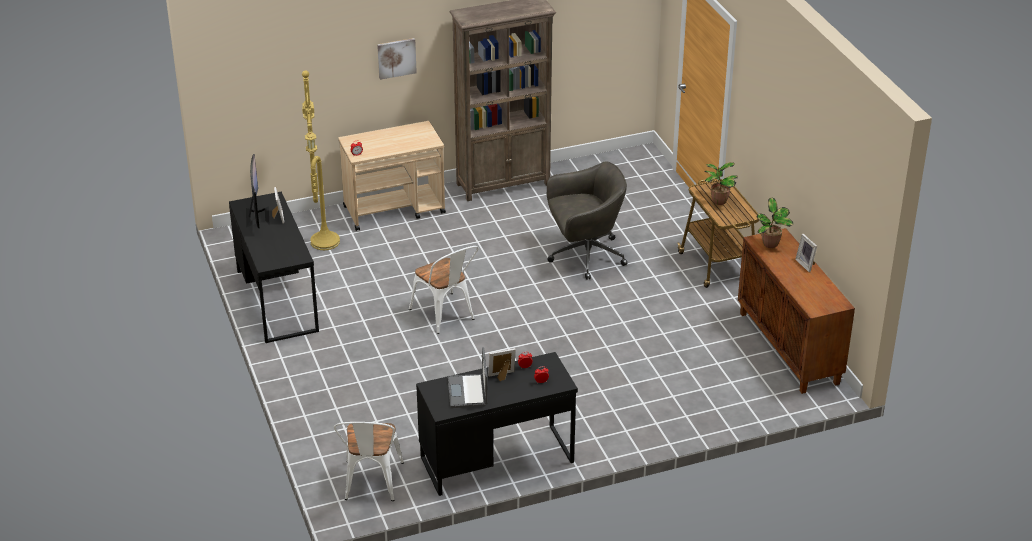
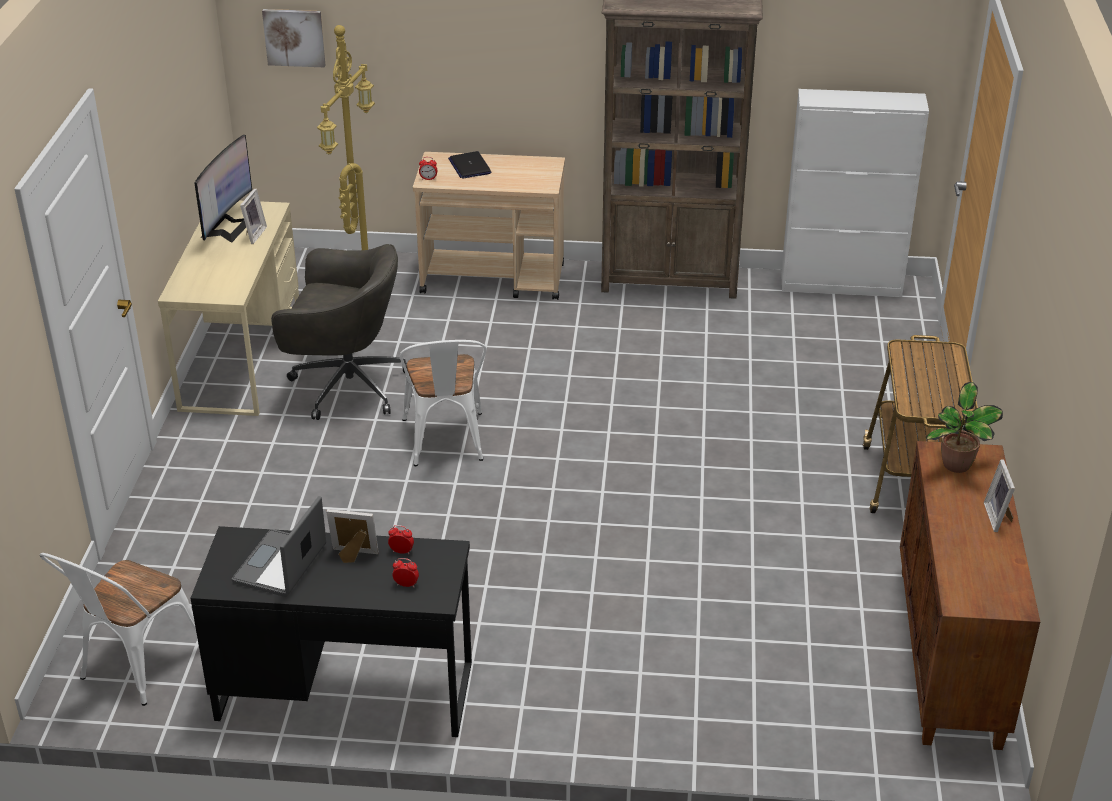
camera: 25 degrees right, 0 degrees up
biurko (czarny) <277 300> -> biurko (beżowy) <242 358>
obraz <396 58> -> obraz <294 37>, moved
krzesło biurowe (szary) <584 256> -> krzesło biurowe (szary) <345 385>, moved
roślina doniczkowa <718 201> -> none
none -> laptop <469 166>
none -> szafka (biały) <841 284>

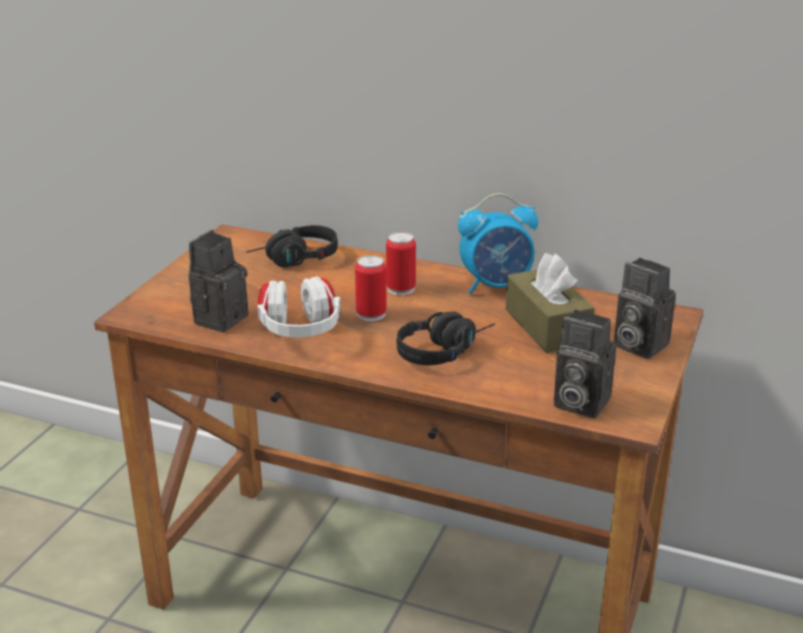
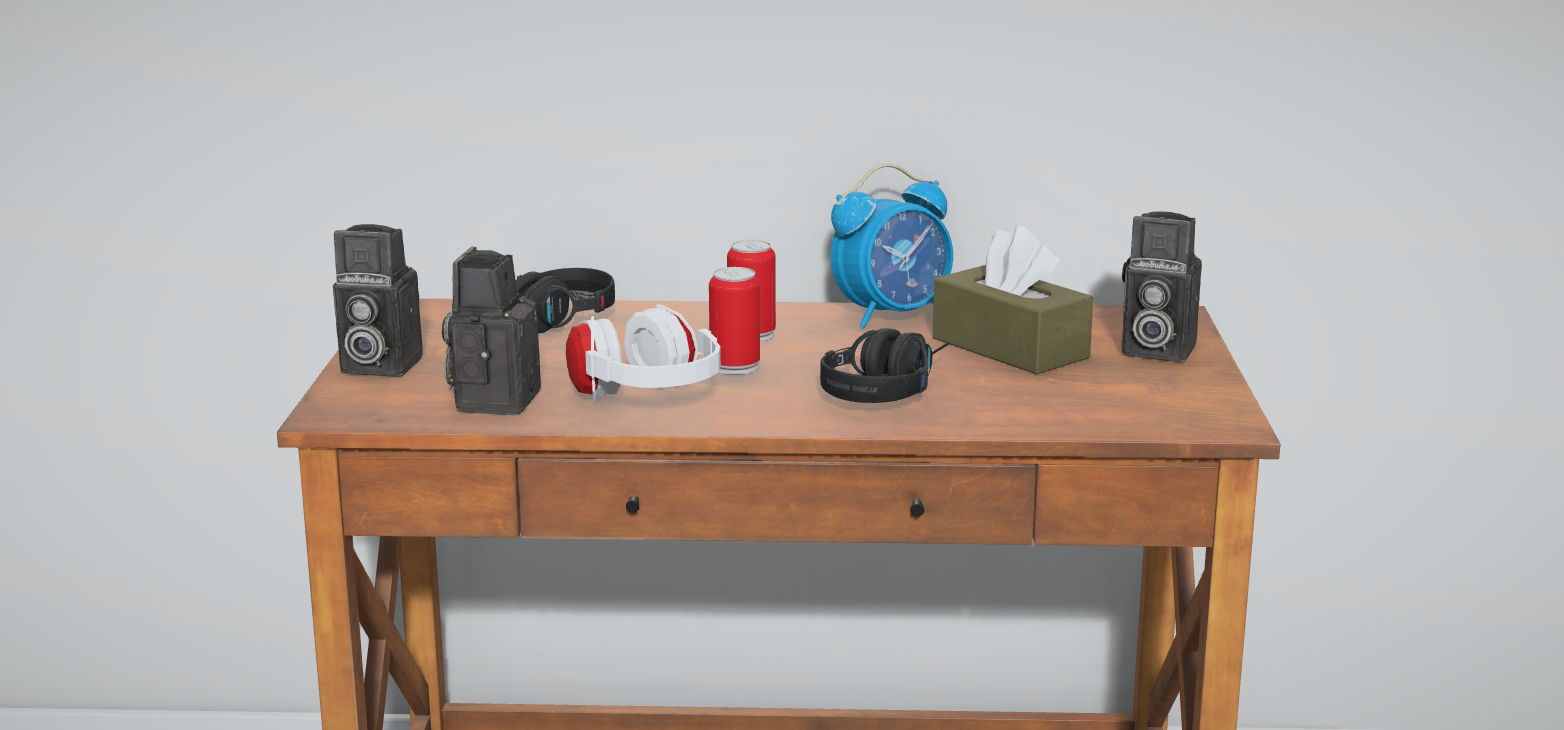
camera: 20 degrees left, 10 degrees down
aparat fotograficzny <577 403> -> aparat fotograficzny <375 366>, moved

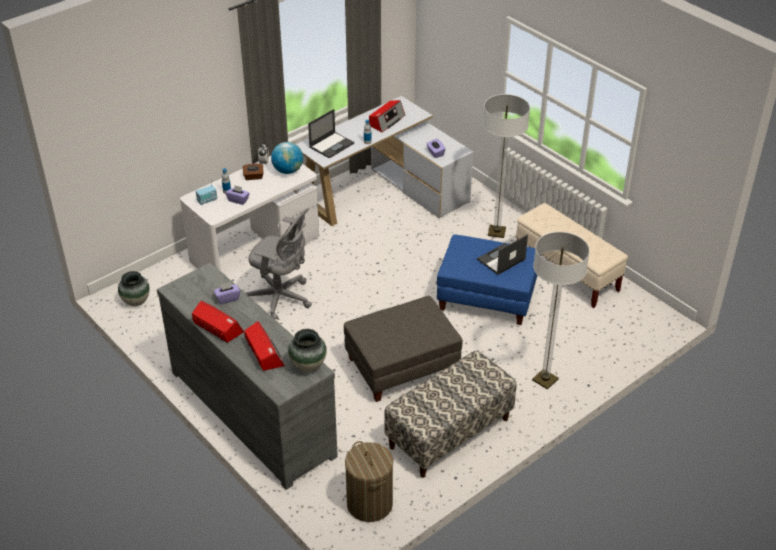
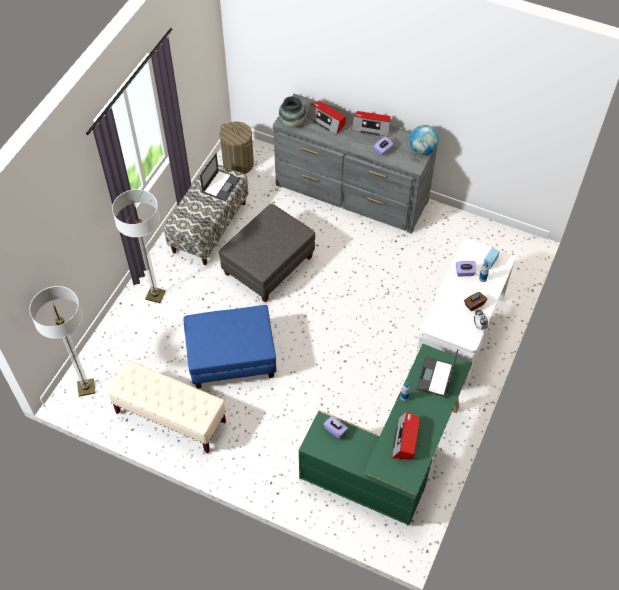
camera: 155 degrees right, 15 degrees up
wazon <136 301> -> none
krzesło biurowe (szary) <281 298> -> none
globus <288 170> -> globus <422 150>, moved
biurko (biały) <385 192> -> biurko (zielony) <391 458>
laptop <500 259> -> laptop <221 185>, moved
lampa stojąca <496 232> -> lampa stojąca <86 388>, moved

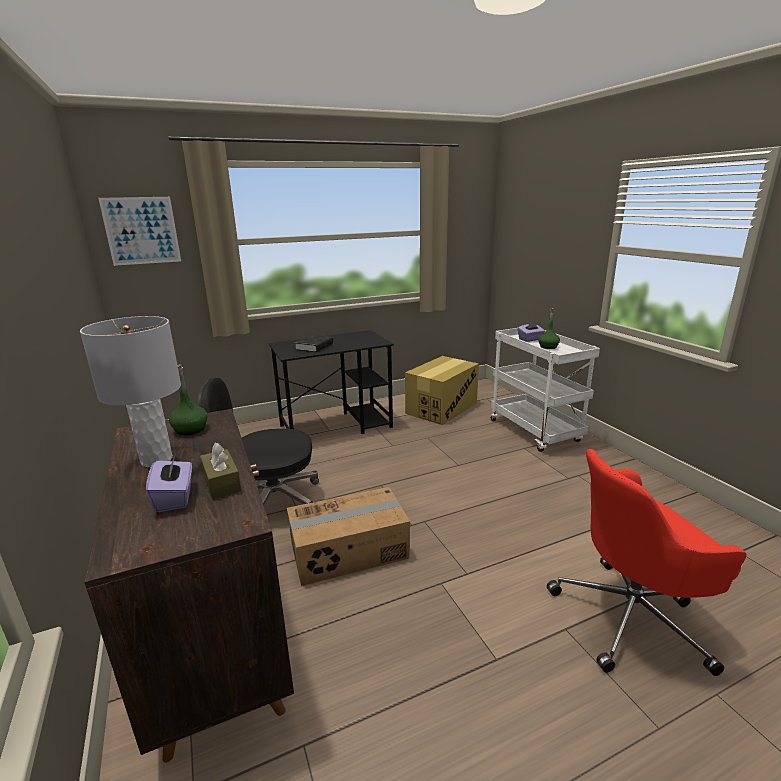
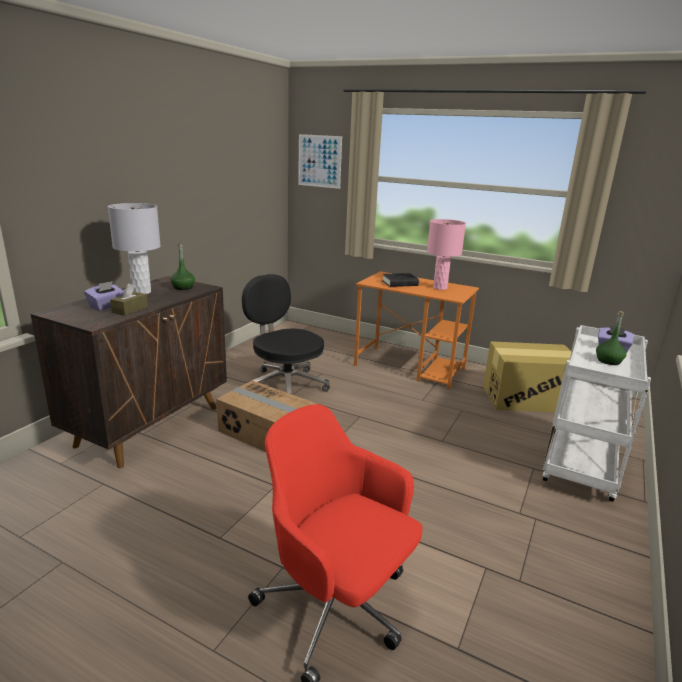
camera: 50 degrees right, 0 degrees up
biurko (czarny) <337 426> -> biurko (pomarańczowy) <410 367>
none -> lampa stołowa (różowy) <440 288>

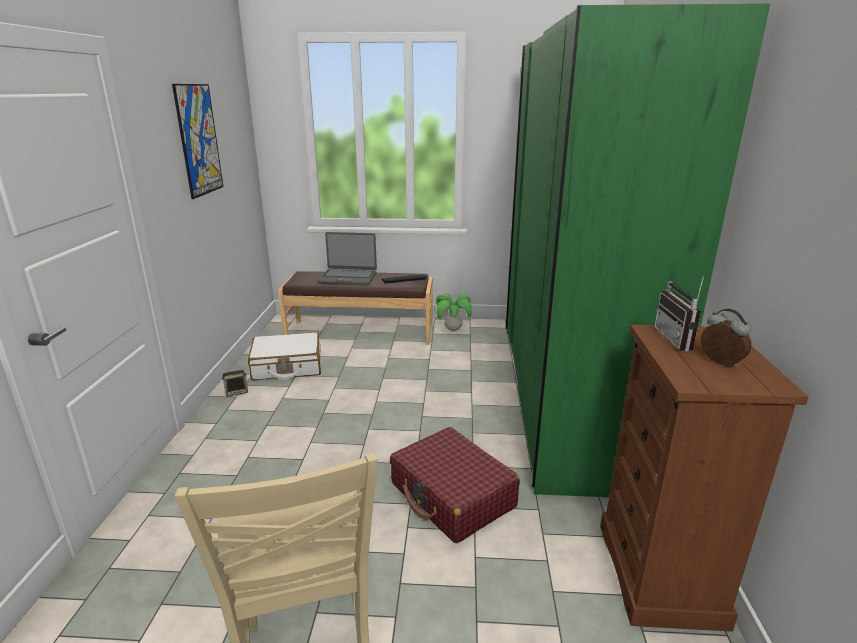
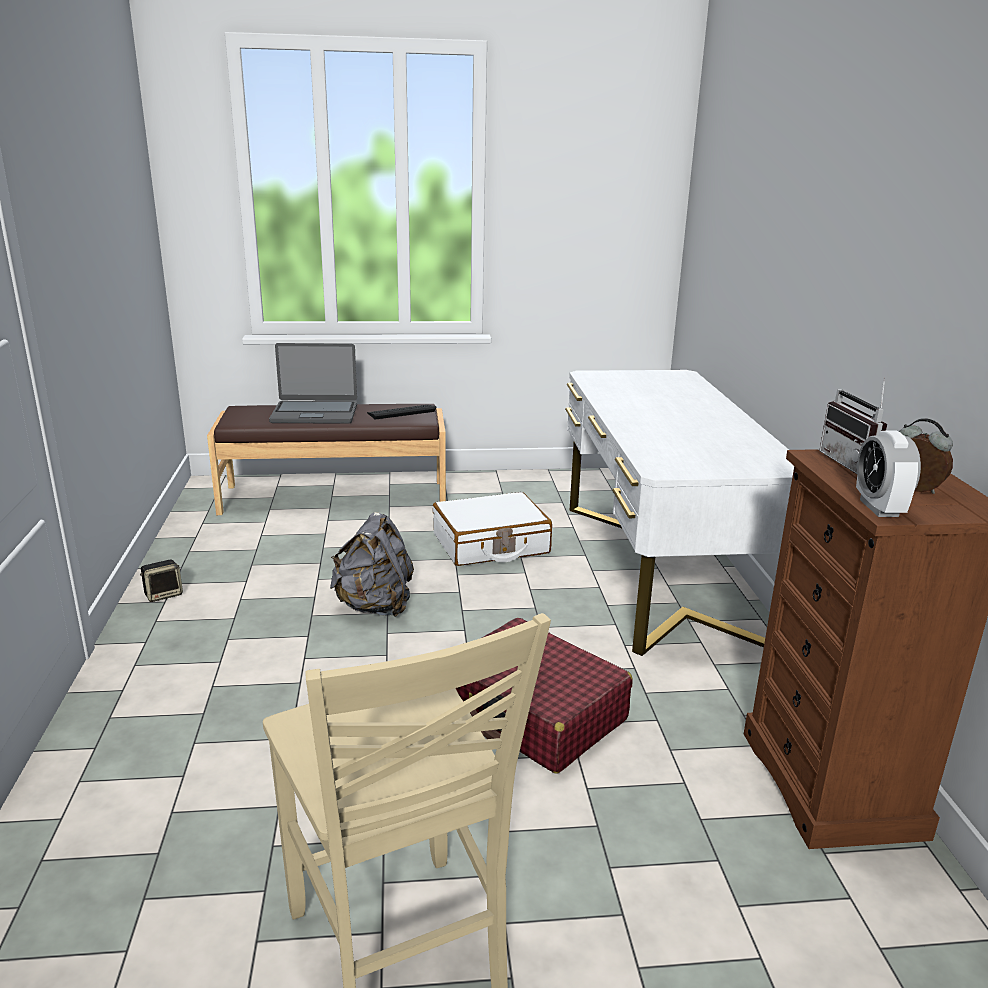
camera: 10 degrees left, 0 degrees up
obraz <199 140> -> none
walizka (biały) <287 366> -> walizka (biały) <490 544>, moved
roślina doniczkowa <453 329> -> none
szafa (zielony) <564 395> -> biurko (biały) <657 568>
none -> plecak (szary) <375 606>
none -> budzik <879 508>

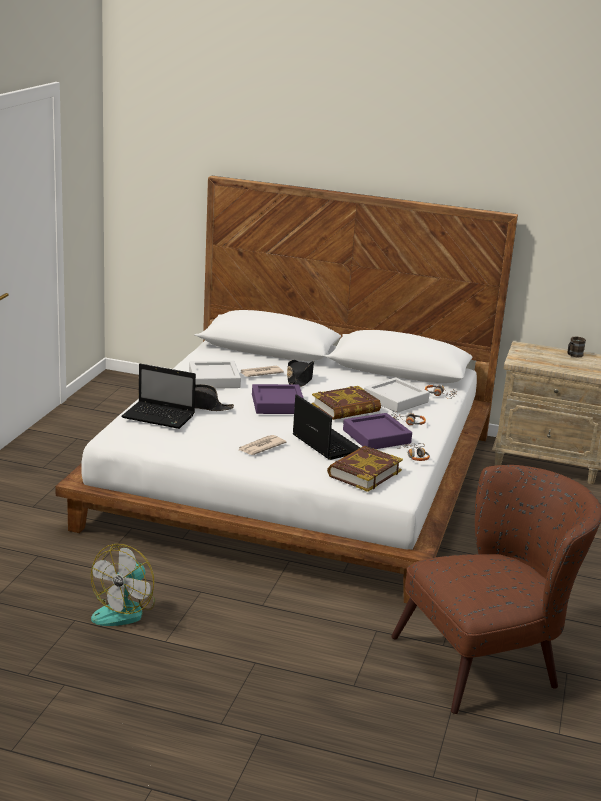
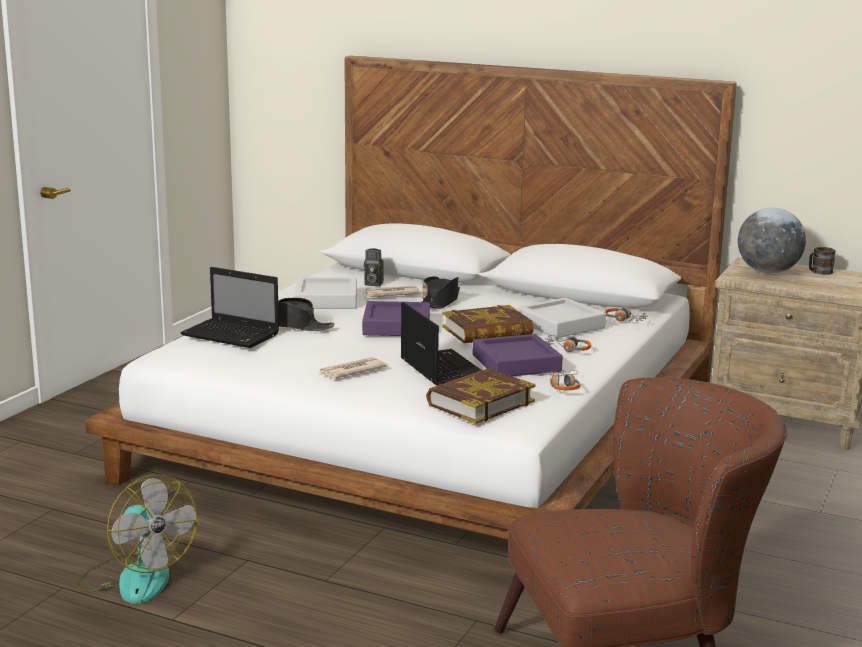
camera: 10 degrees right, 5 degrees down
wentylator <125 610> -> wentylator <135 578>, 75 degrees counterclockwise
none -> aparat fotograficzny <372 284>
none -> globus <768 272>

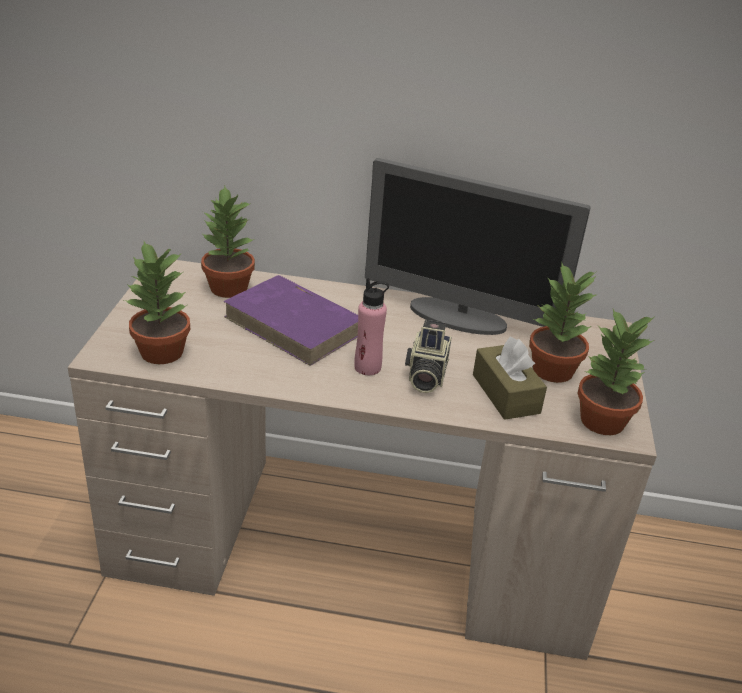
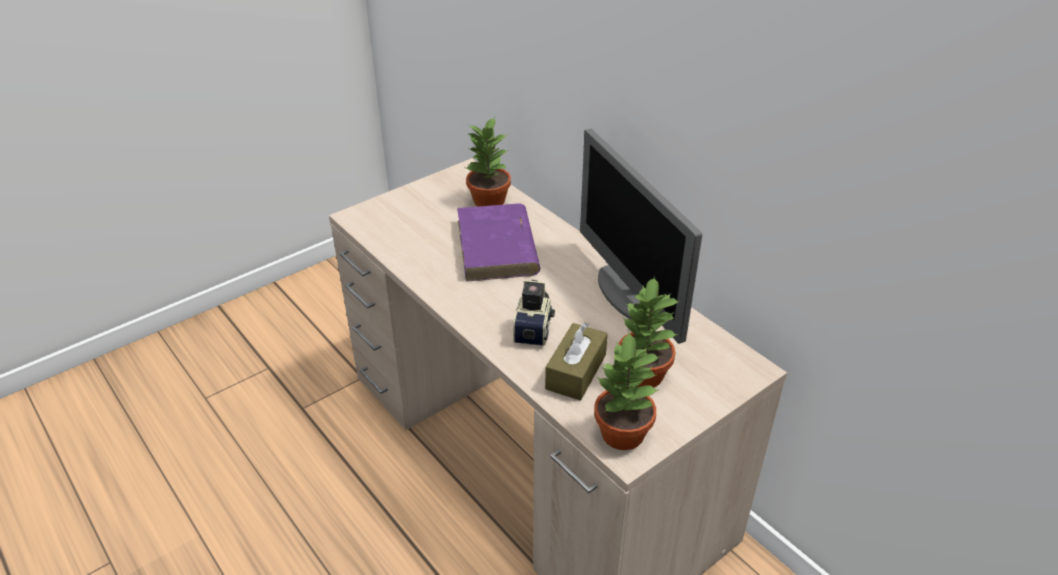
camera: 45 degrees right, 5 degrees up
roślina doniczkowa <162 353> -> none
butelka (różowy) <367 367> -> none
aparat fotograficzny <425 376> -> aparat fotograficzny <535 328>, 135 degrees clockwise

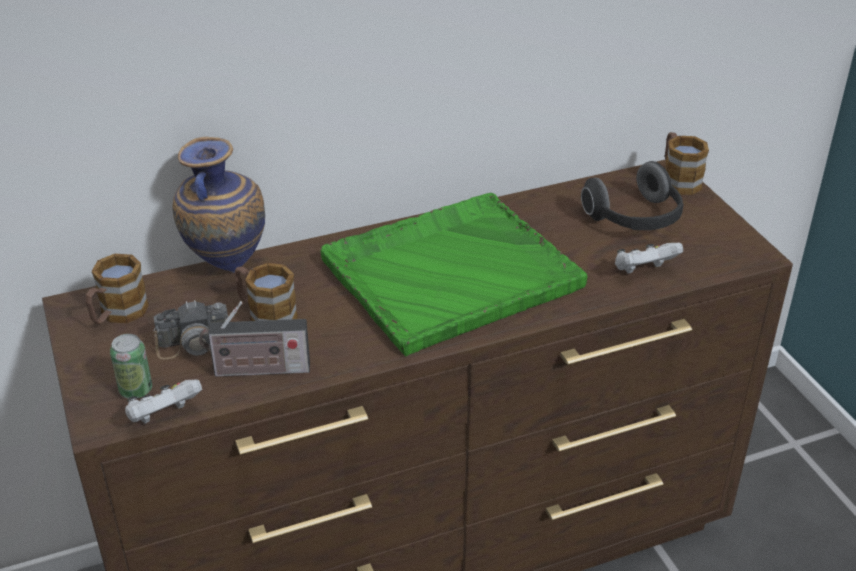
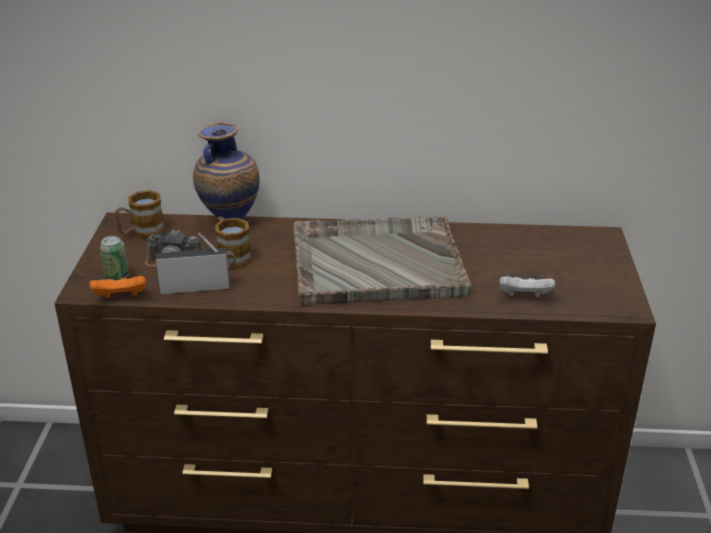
camera: 25 degrees right, 5 degrees down
pad do gier (biały) <164 416> -> pad do gier (pomarańczowy) <121 298>
radio <257 370> -> radio <198 287>, 150 degrees clockwise
taca (zielony) <449 274> -> taca (szary) <375 263>
słuchawki <635 219> -> none
kubek <678 179> -> none

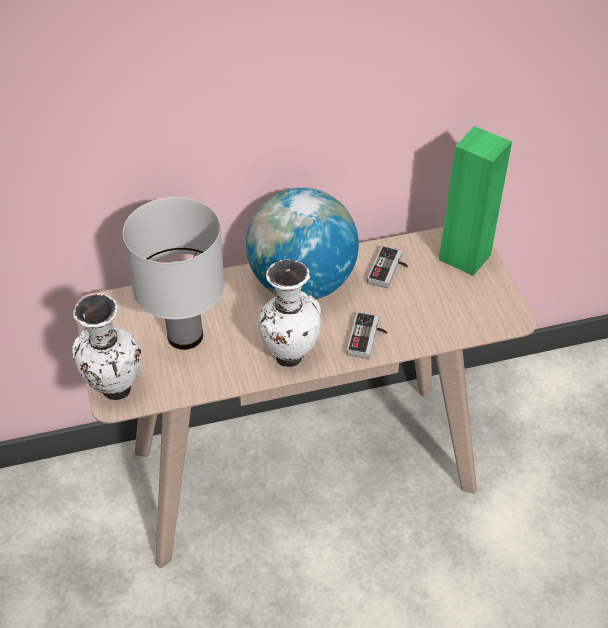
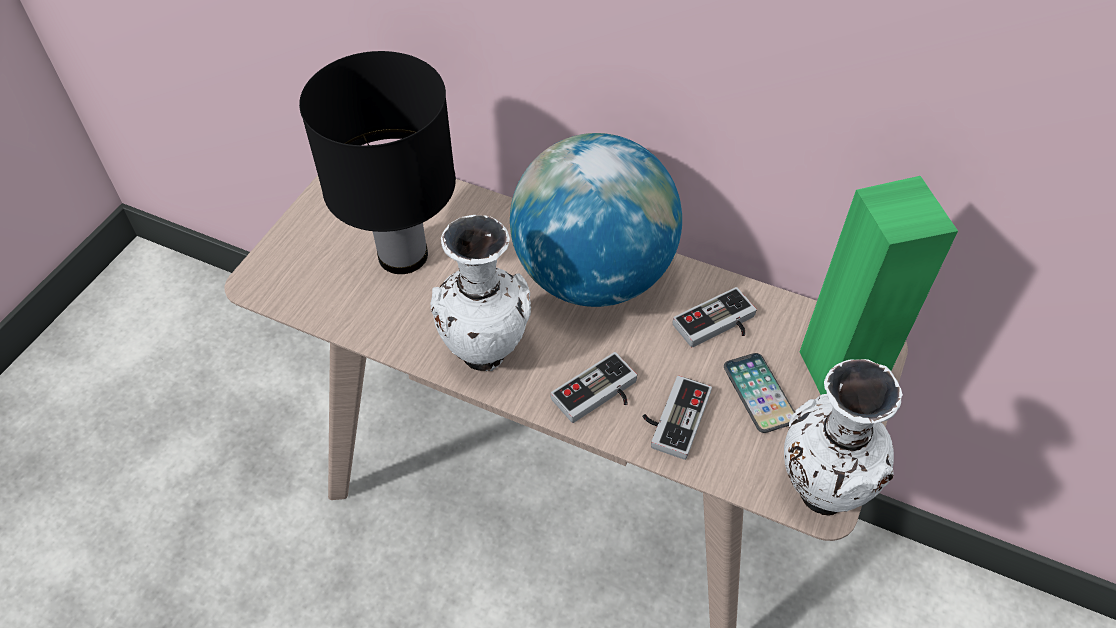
camera: 40 degrees right, 5 degrees up
wazon (biały) <114 390> -> wazon (biały) <817 493>, moved
lampa stołowa (biały) <184 336> -> lampa stołowa (czarny) <402 254>
none -> pad do gier <672 417>
none -> telefon <759 393>

